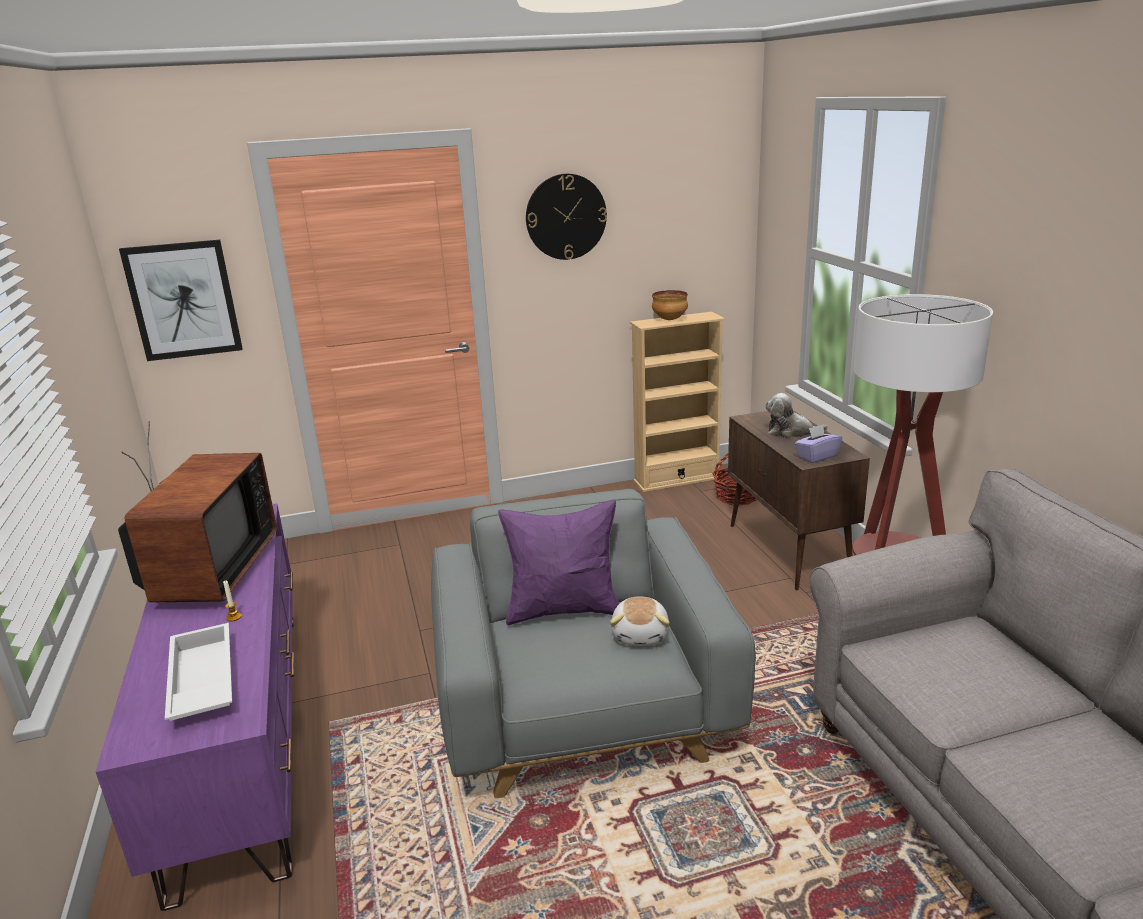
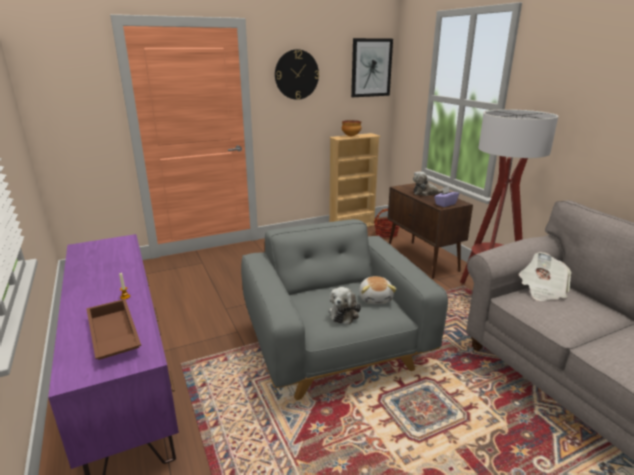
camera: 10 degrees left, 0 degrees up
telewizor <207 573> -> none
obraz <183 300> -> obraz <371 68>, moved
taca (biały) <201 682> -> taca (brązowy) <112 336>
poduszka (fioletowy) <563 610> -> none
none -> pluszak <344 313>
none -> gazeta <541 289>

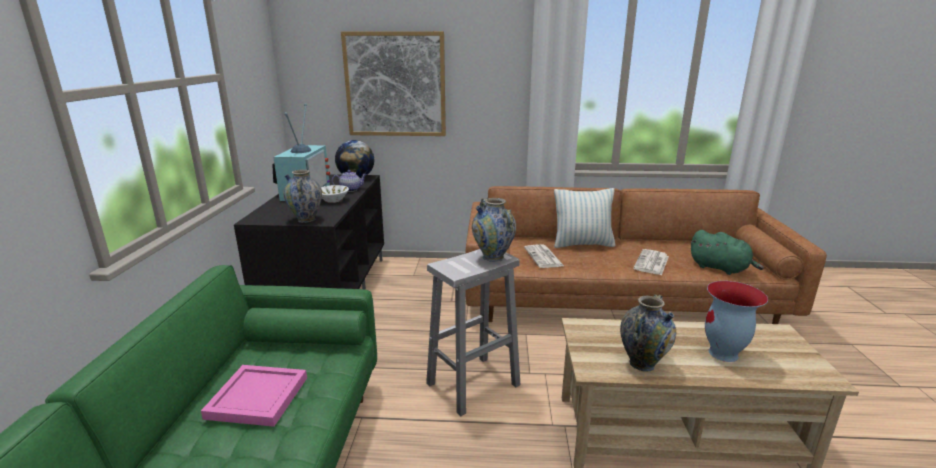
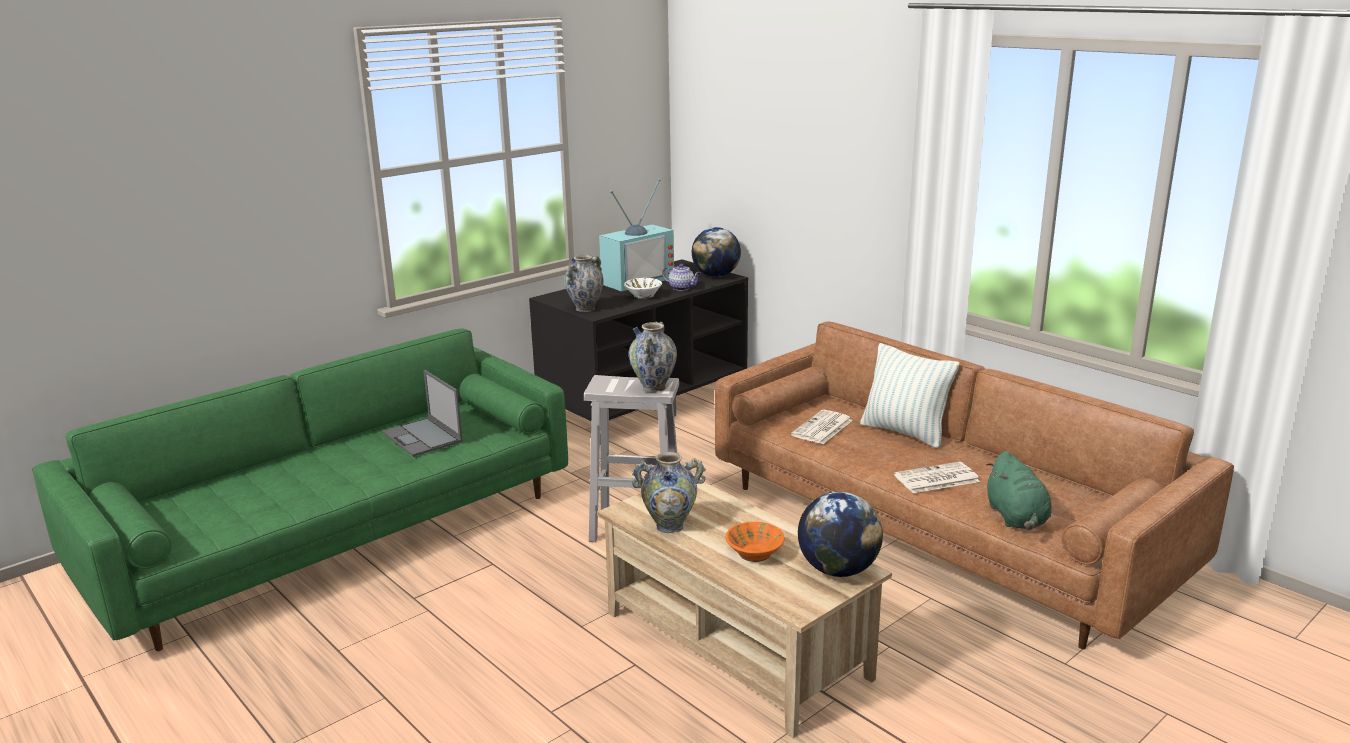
camera: 45 degrees right, 0 degrees up
taca (różowy) <259 396> -> laptop <423 437>
obraz <395 85> -> none
wazon <724 354> -> miska (pomarańczowy) <754 554>
none -> globus <838 570>

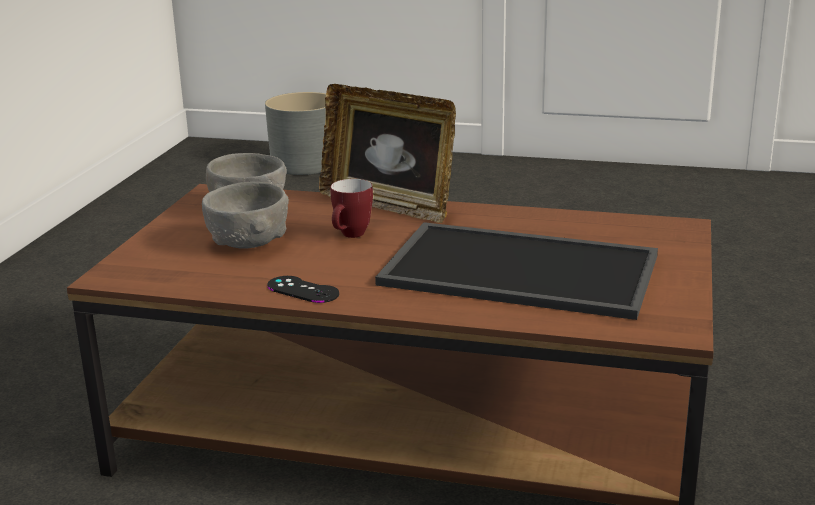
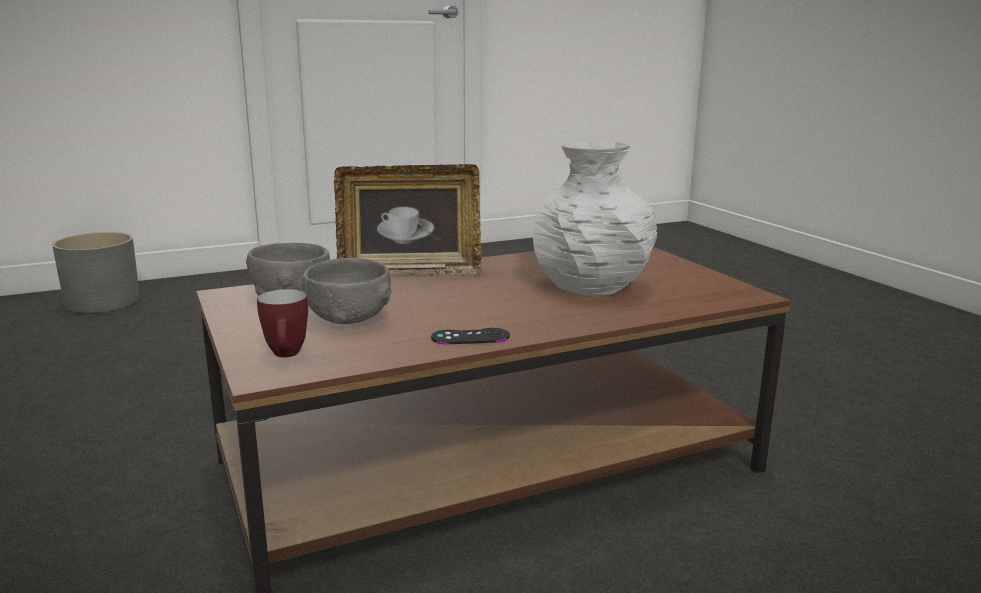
camera: 40 degrees left, 5 degrees down
kubek <350 236> -> kubek <287 355>, moved
taca <523 269> -> wazon (biały) <593 286>

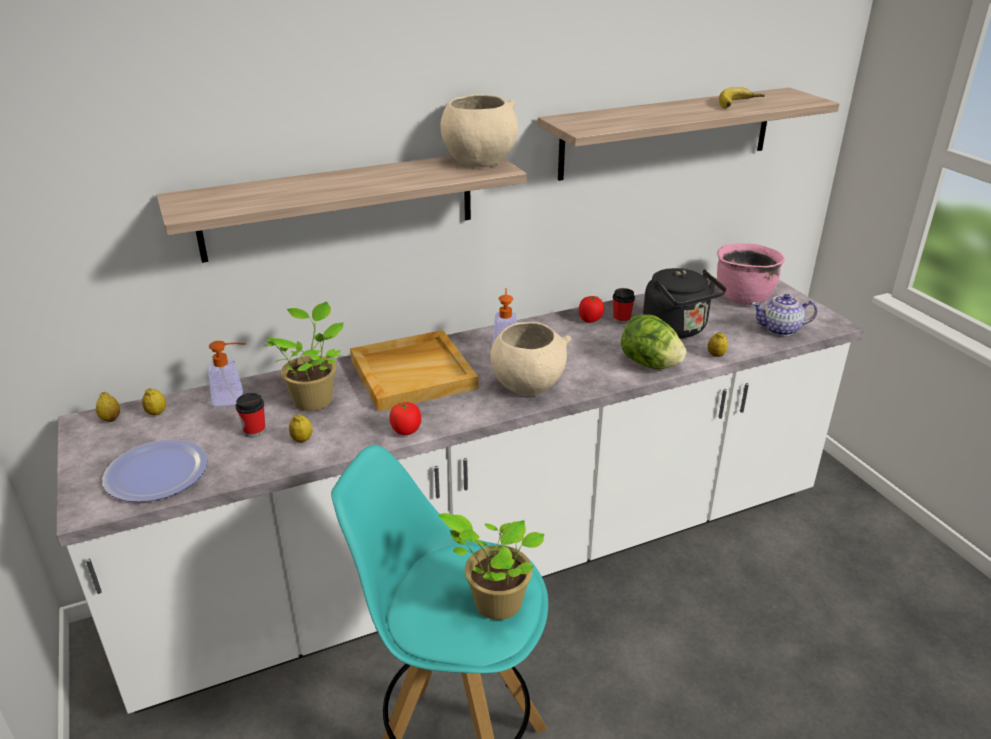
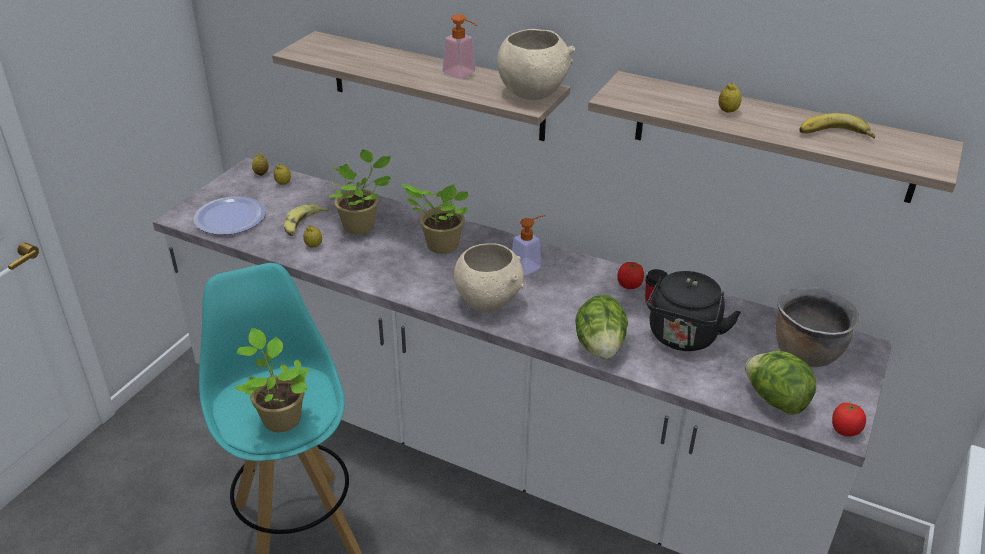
camera: 50 degrees right, 5 degrees up
dozownik mydła <234 398> -> dozownik mydła <463 74>, moved
filiżanka <254 431> -> banan <303 225>
taca (beżowy) <413 373> -> roślina doniczkowa <440 246>
pomidor <406 431> -> pomidor <845 430>, moved
cytryna <716 355> -> cytryna <727 111>, moved
garnek (różowy) <742 297> -> garnek (brązowy) <805 352>
imbryk <780 329> -> sałata <775 400>

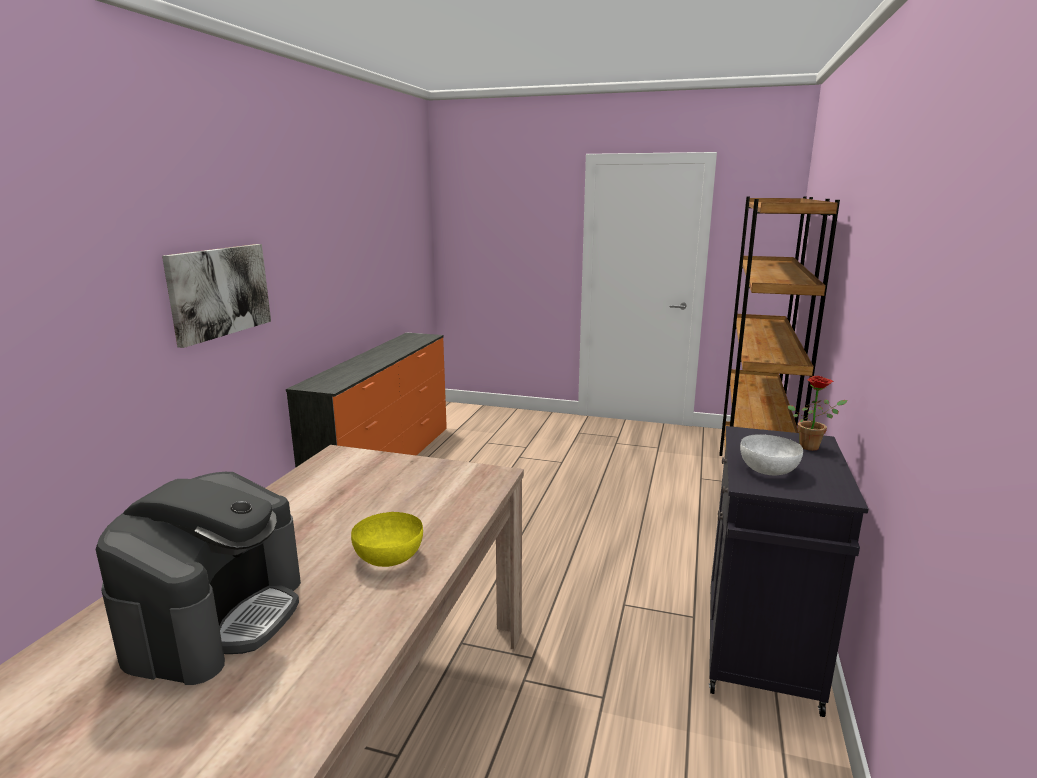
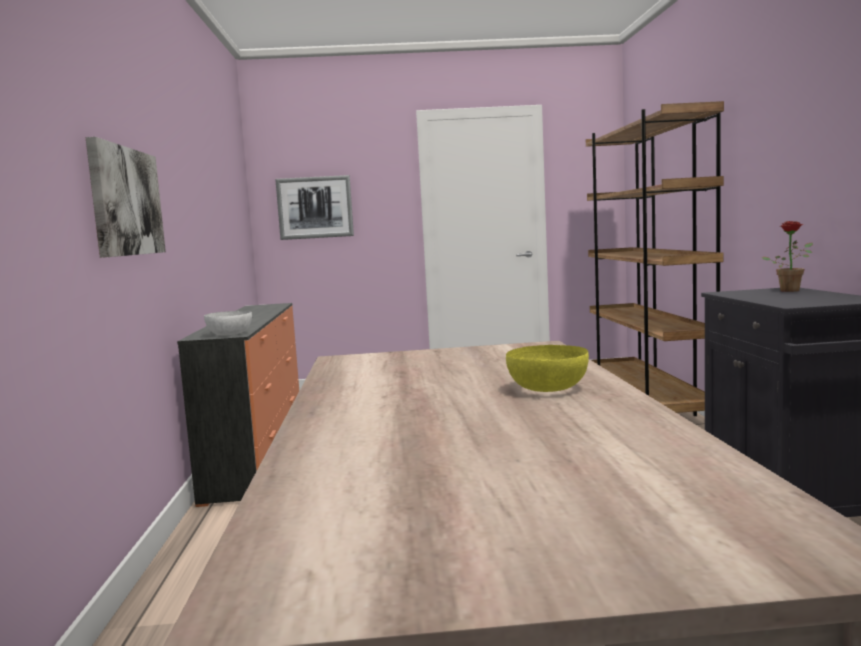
camera: 20 degrees left, 10 degrees down
ekspres do kawy <217 617> -> none
miska (biały) <768 469> -> miska (biały) <230 334>, moved
none -> obraz <315 207>

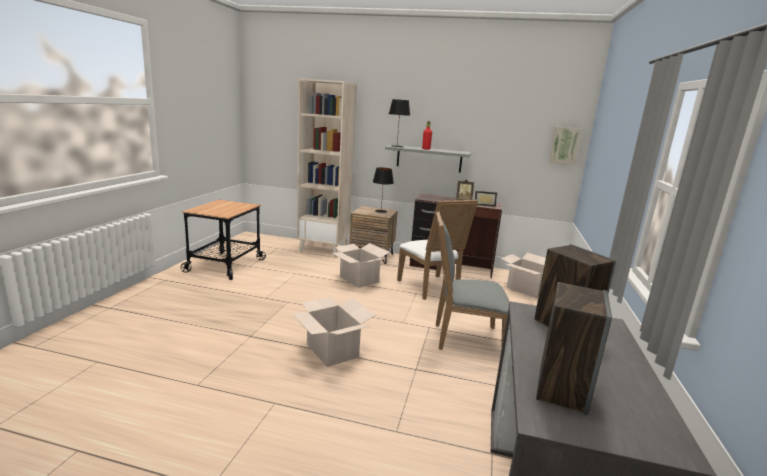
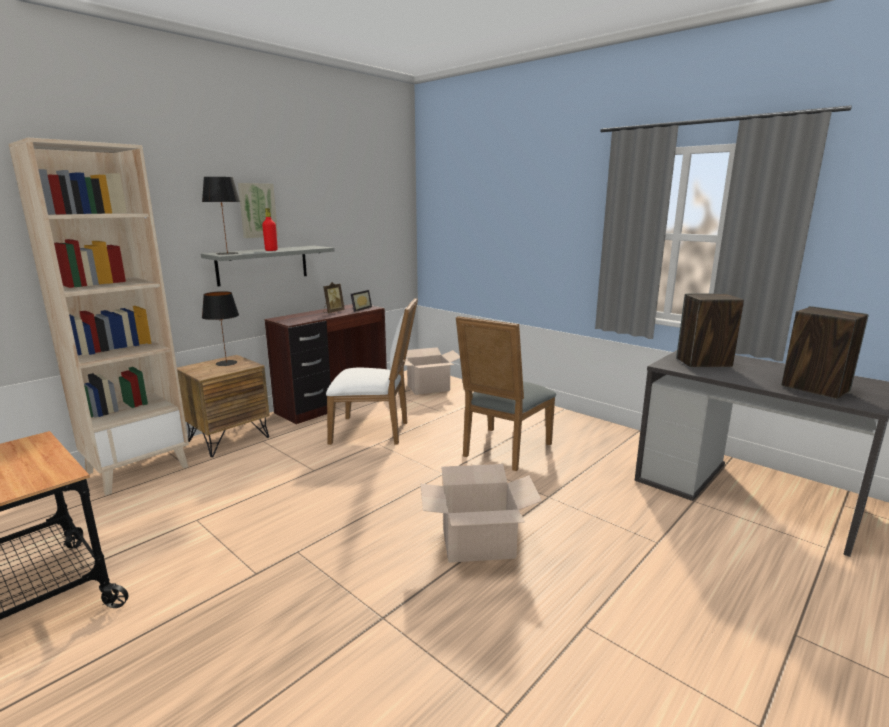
camera: 60 degrees left, 0 degrees up
karton <359 279> -> none
obraz <564 146> -> obraz <257 210>, moved

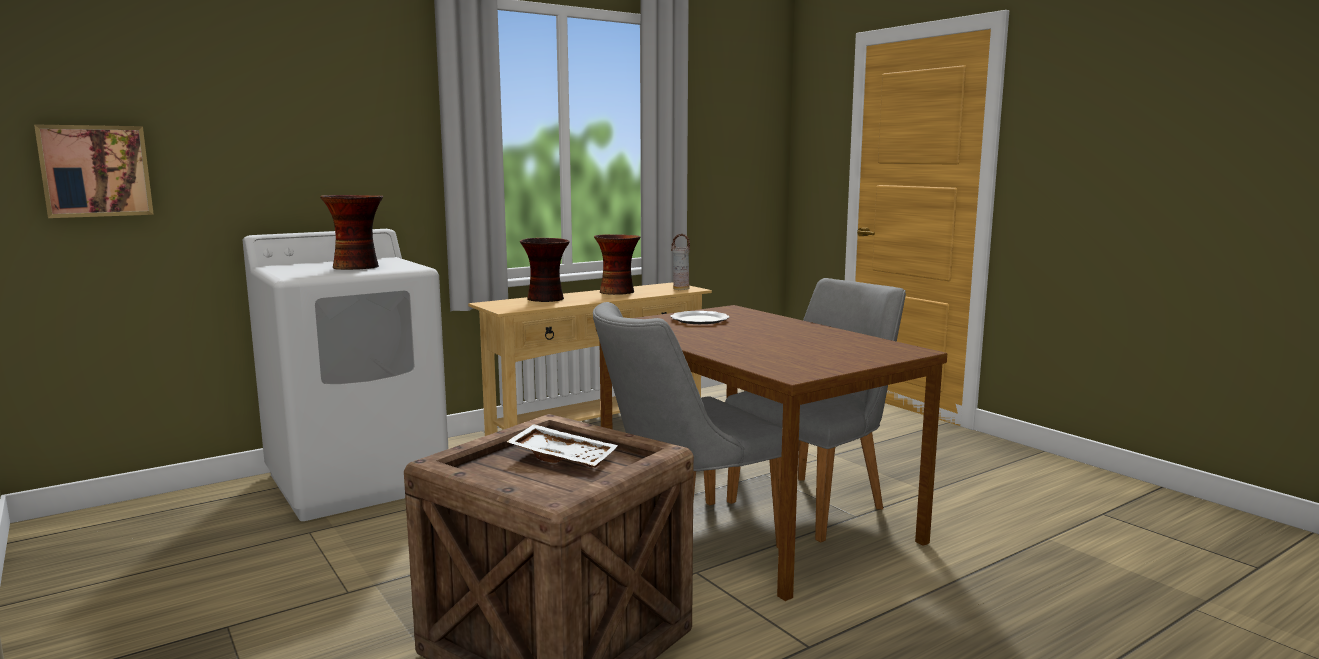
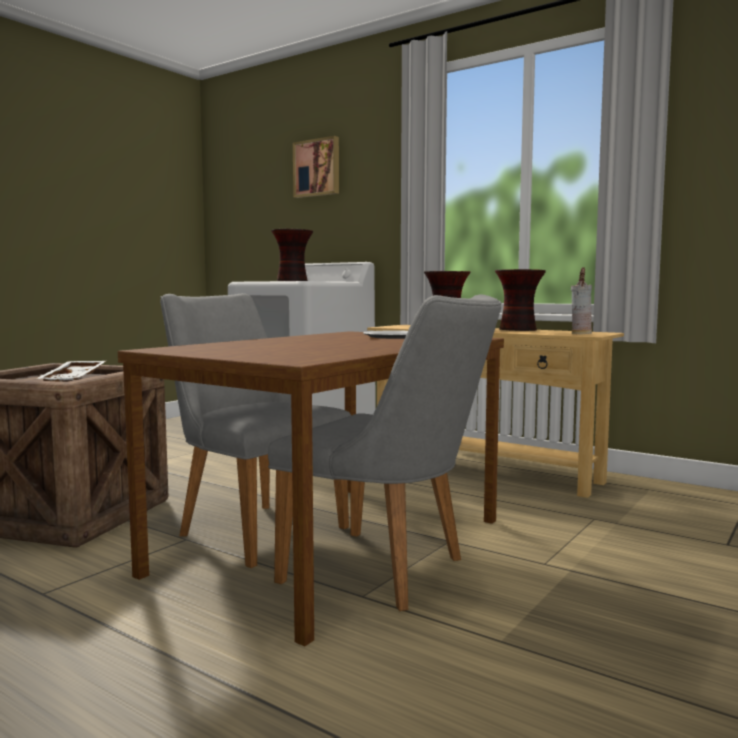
camera: 70 degrees right, 5 degrees down
obraz <96 171> -> obraz <317 168>, moved

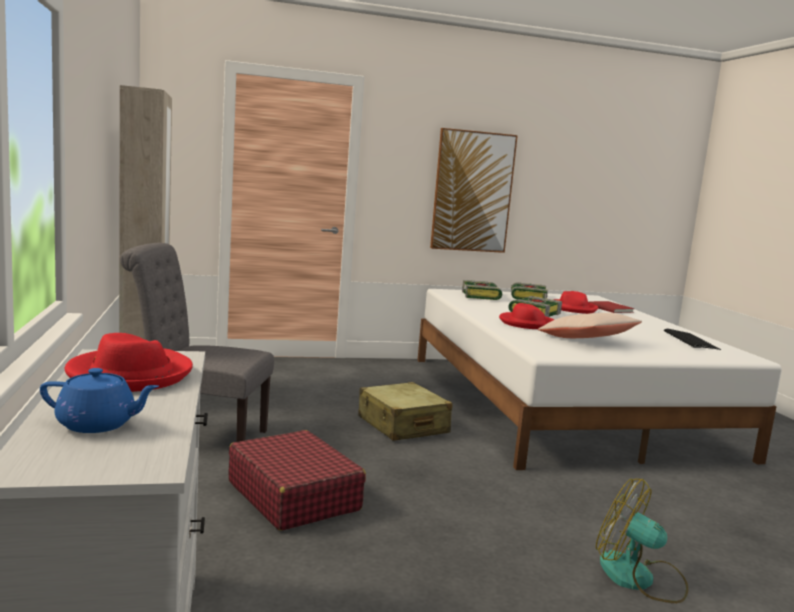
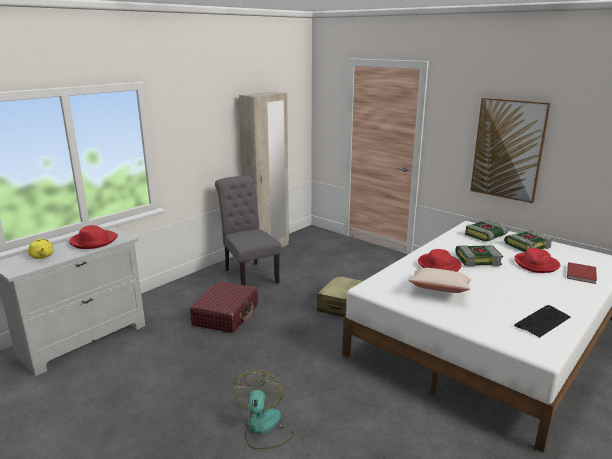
camera: 55 degrees right, 10 degrees up
imbryk (niebieski) <98 424> -> imbryk (żółty) <42 256>

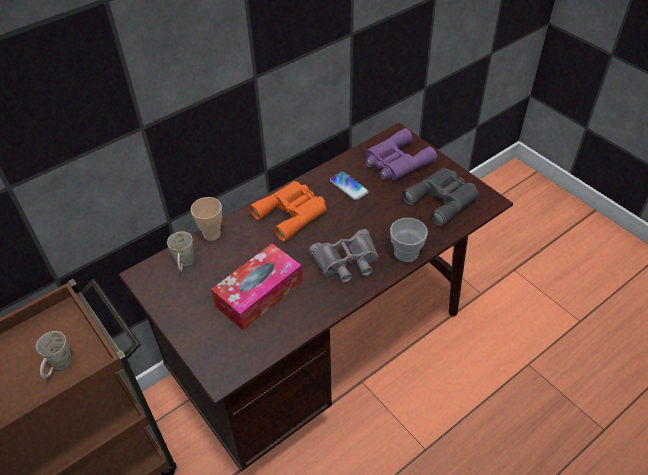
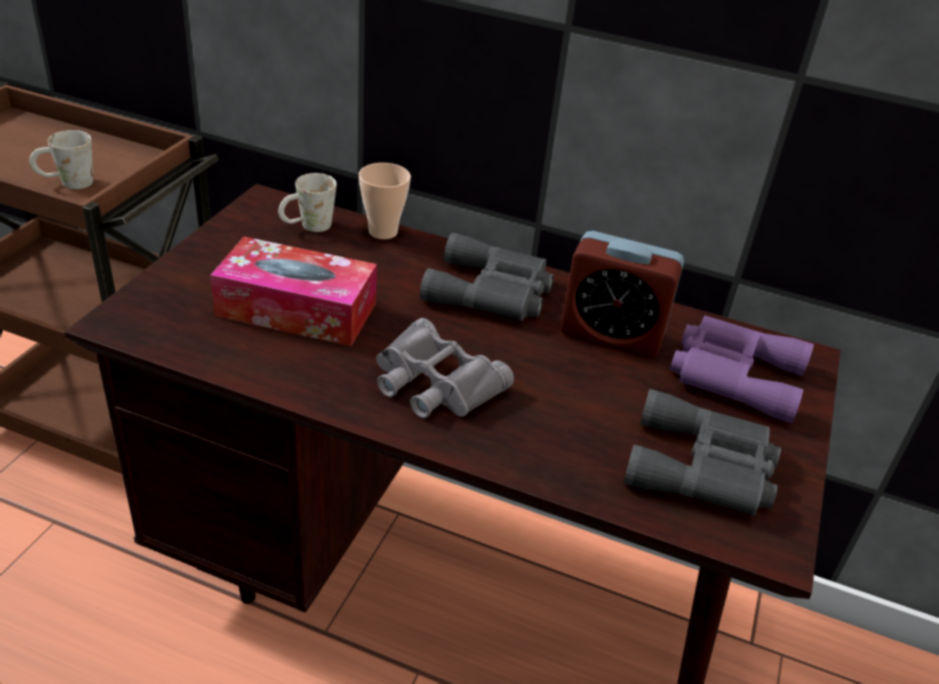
camera: 55 degrees right, 10 degrees down
lornetka (pomarańczowy) <292 213> -> lornetka (szary) <492 292>
telefon <349 186> -> budzik <611 335>
filiżanka <406 252> -> none

